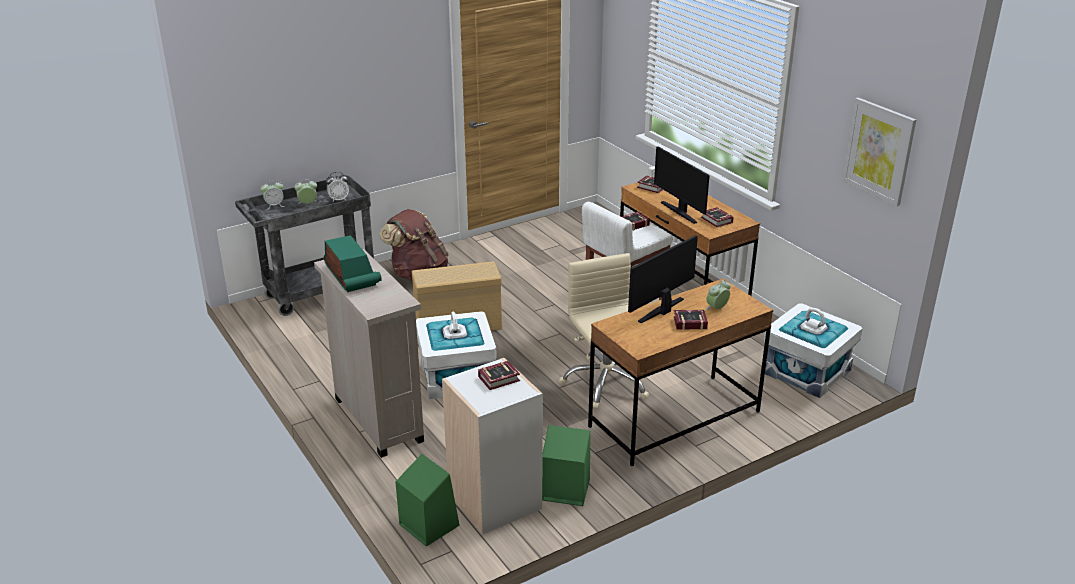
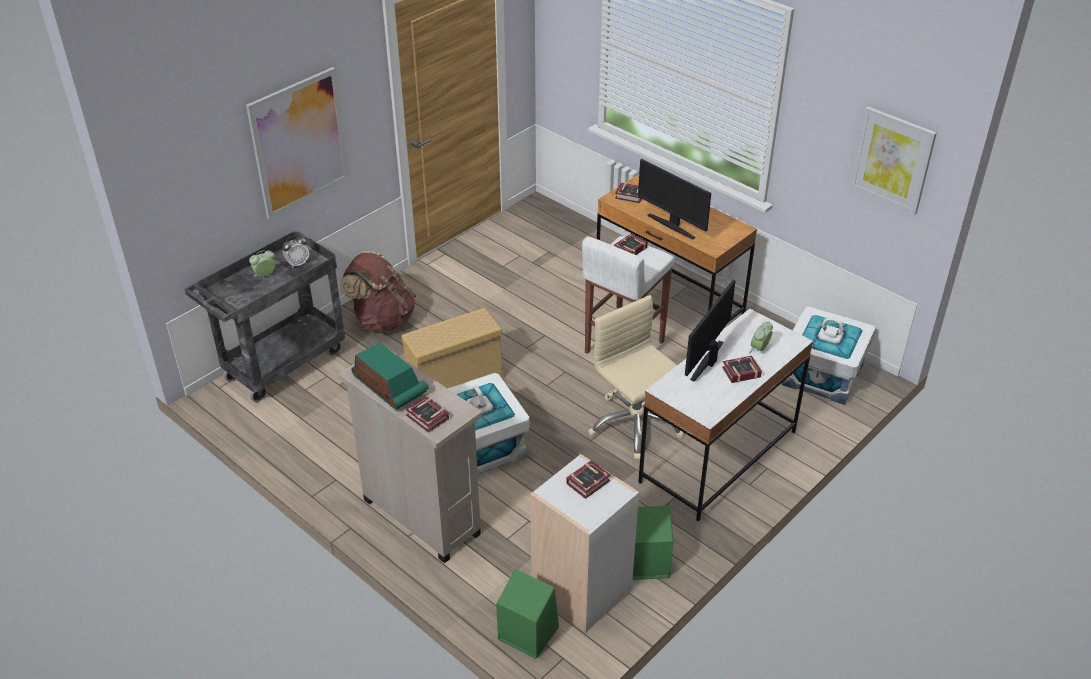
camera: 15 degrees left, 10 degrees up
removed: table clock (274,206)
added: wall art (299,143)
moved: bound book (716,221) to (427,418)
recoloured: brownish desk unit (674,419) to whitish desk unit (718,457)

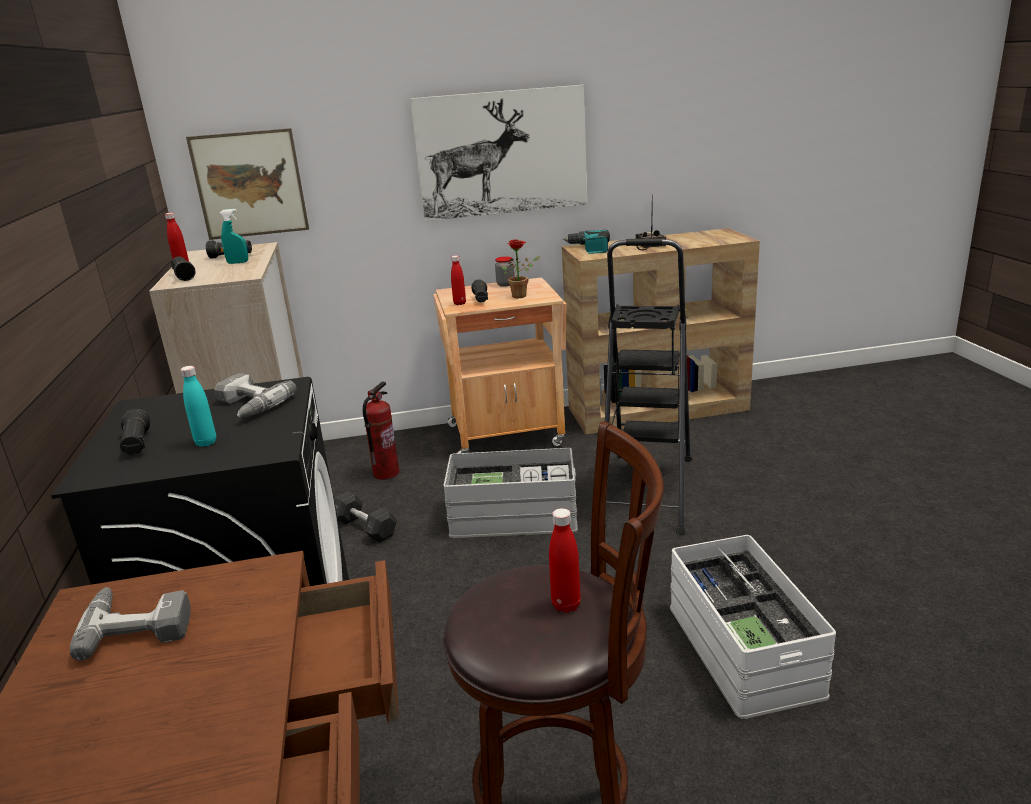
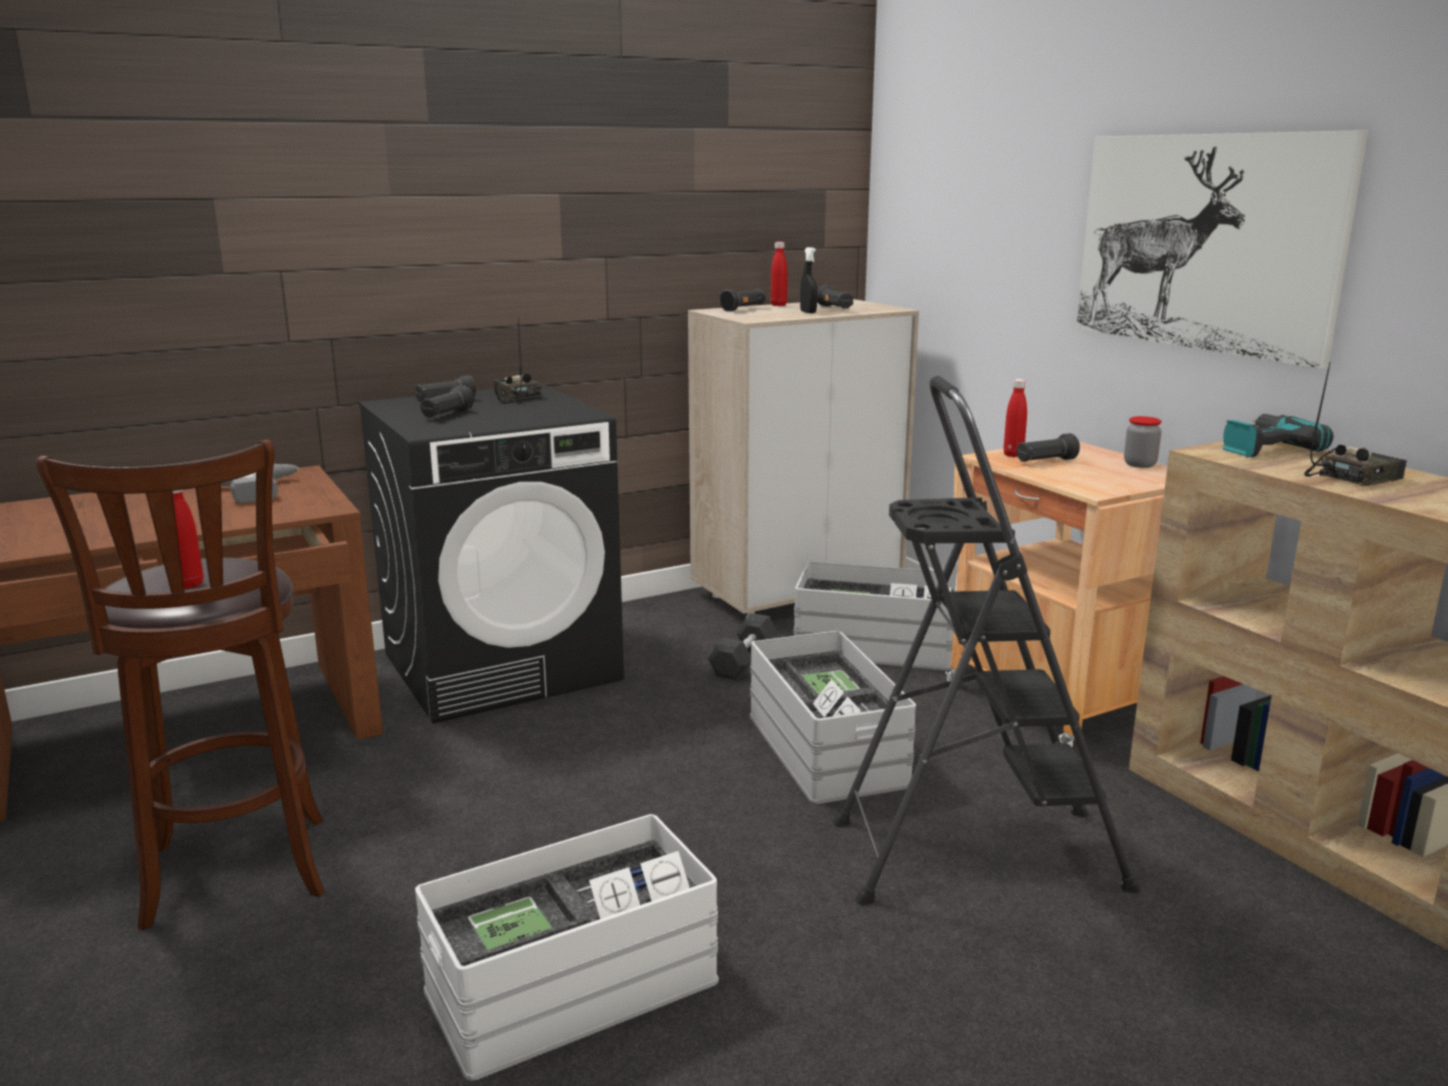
camera: 70 degrees right, 5 degrees down
removed: wall art (250,184); electric drill (247,406); plant in a pot (522,295)
added: radio (515,397)
replaced: blue-green drink bottle (206,443) to black torch (447,415); extinguisher (386,473) to grey storage box (876,645)
recoloured: blue-green spray bottle (238,262) to black spray bottle (808,312)

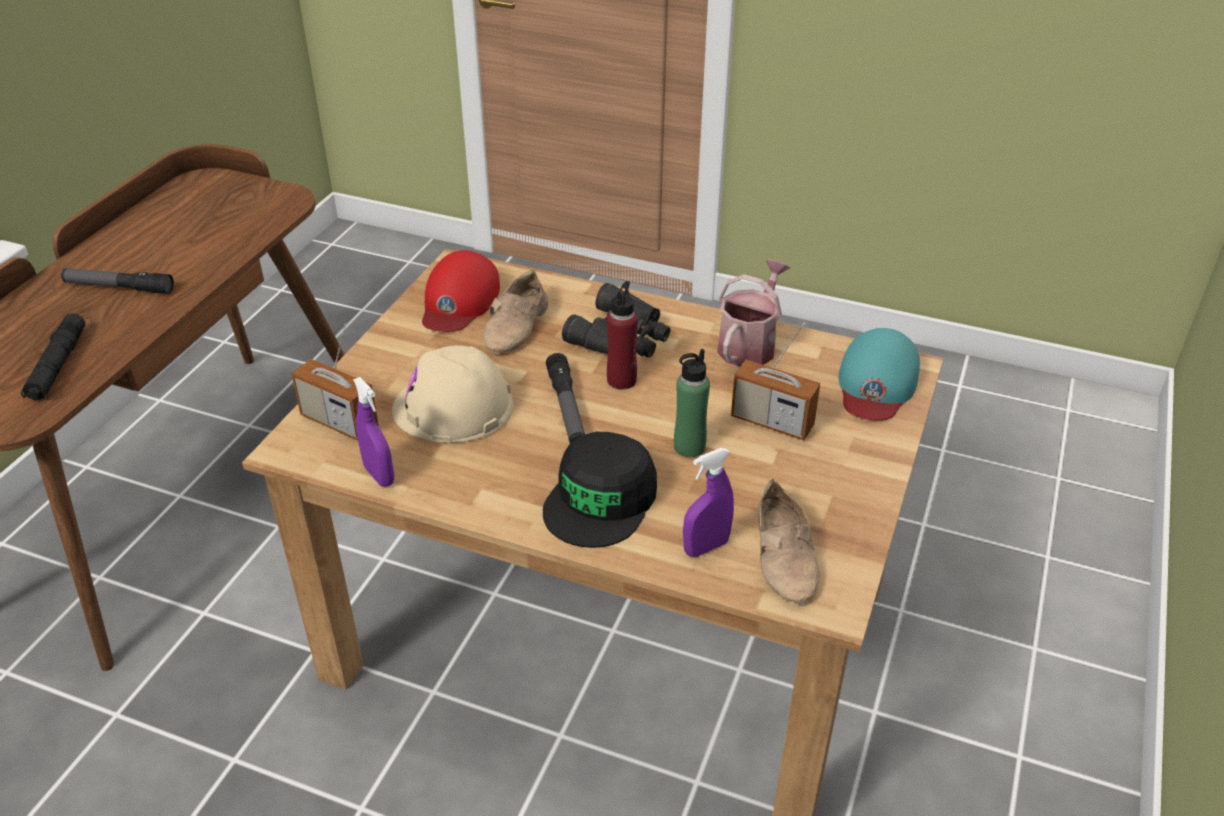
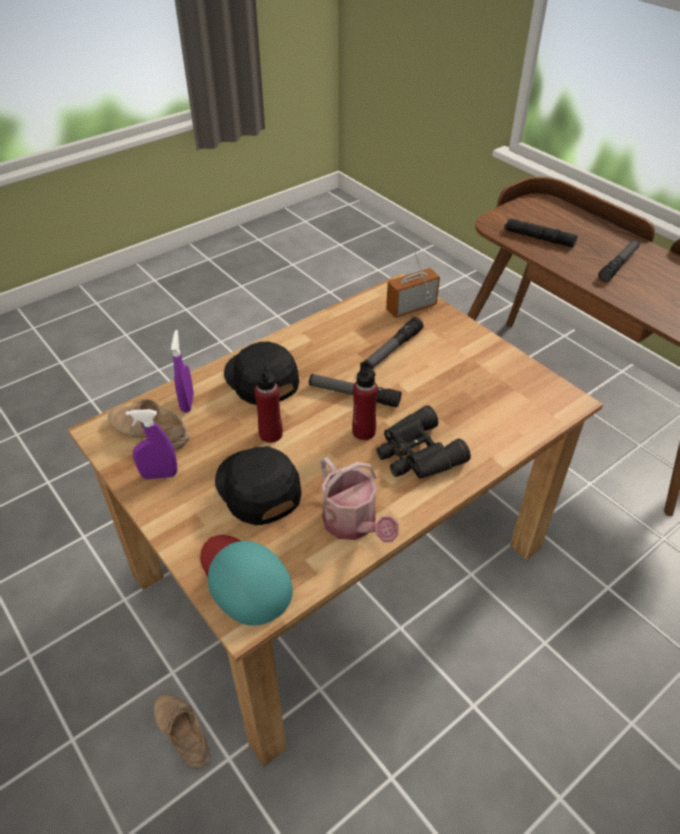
camera: 120 degrees right, 5 degrees up
removed: red-coloured cap (459,301)
moved: purplish spray bottle (379,475) to (159,475); sand-coloured shoe (518,326) to (181,733)
replaced: radio (772,422) to black cap (257,487); sand-coloured safety helmet (453,407) to torch (392,350)
recoloured: green drink bottle (689,447) to red-coloured drink bottle (271,434)

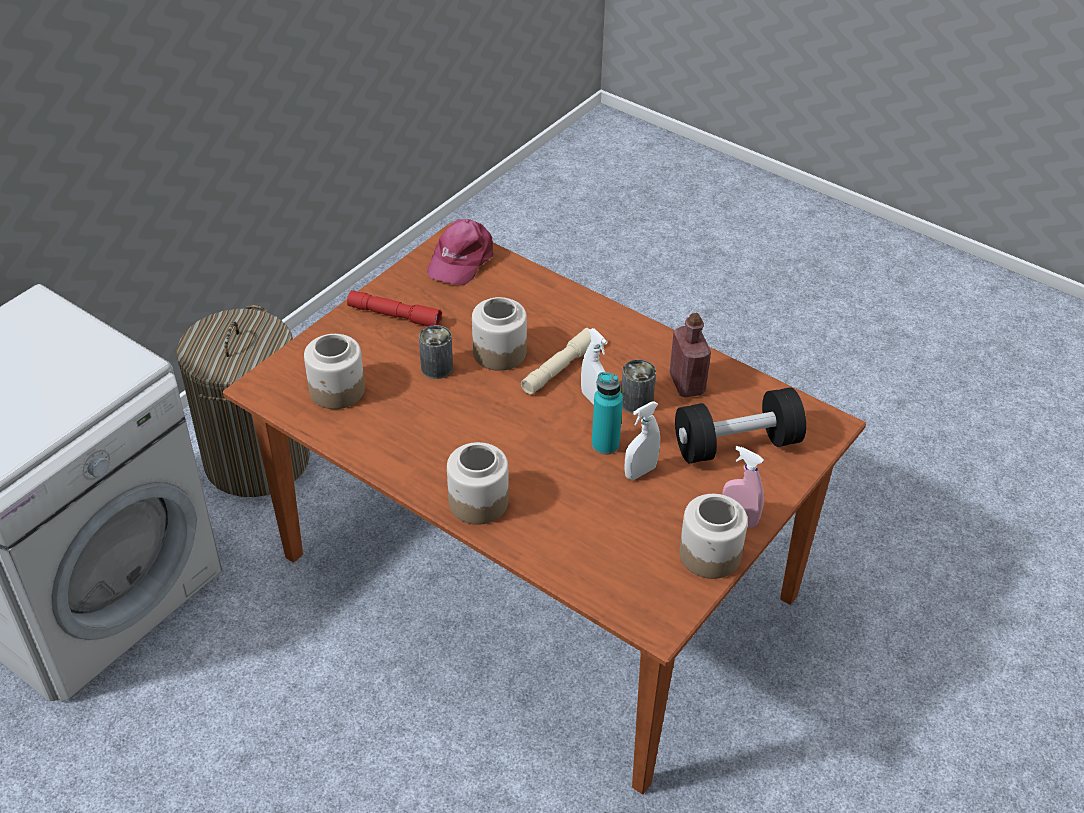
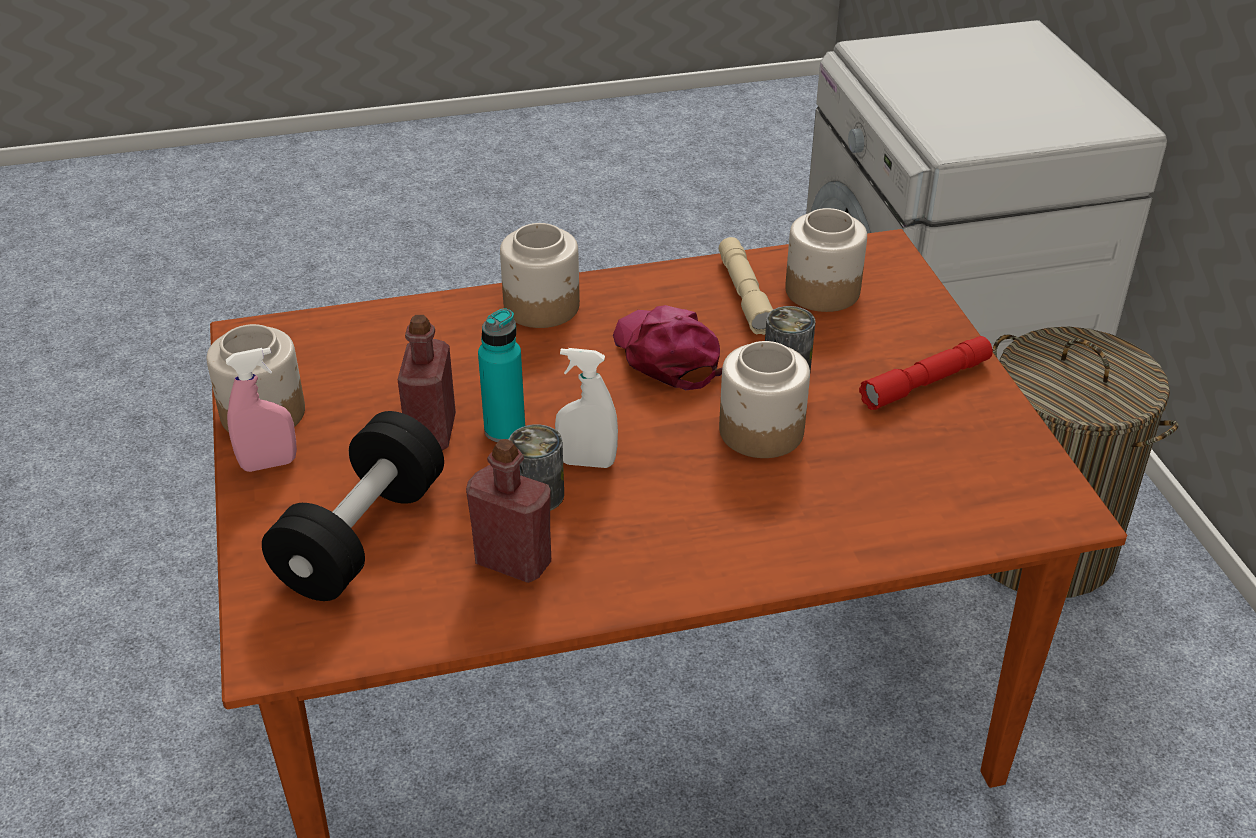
camera: 130 degrees right, 5 degrees down
moved: pink-coloured cap (460,259) to (667,355); sand-coloured torch (559,368) to (745,295)
replaced: whitish spray bottle (640,472) to red-coloured drink bottle (431,432)

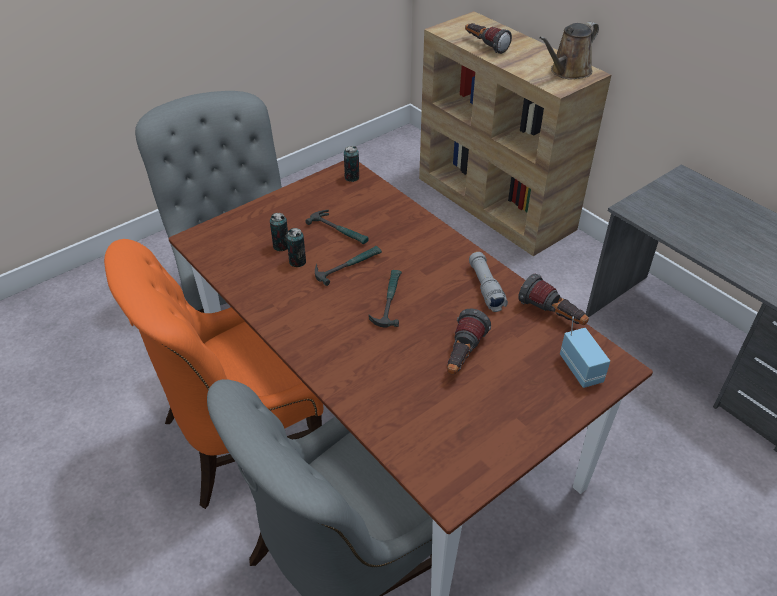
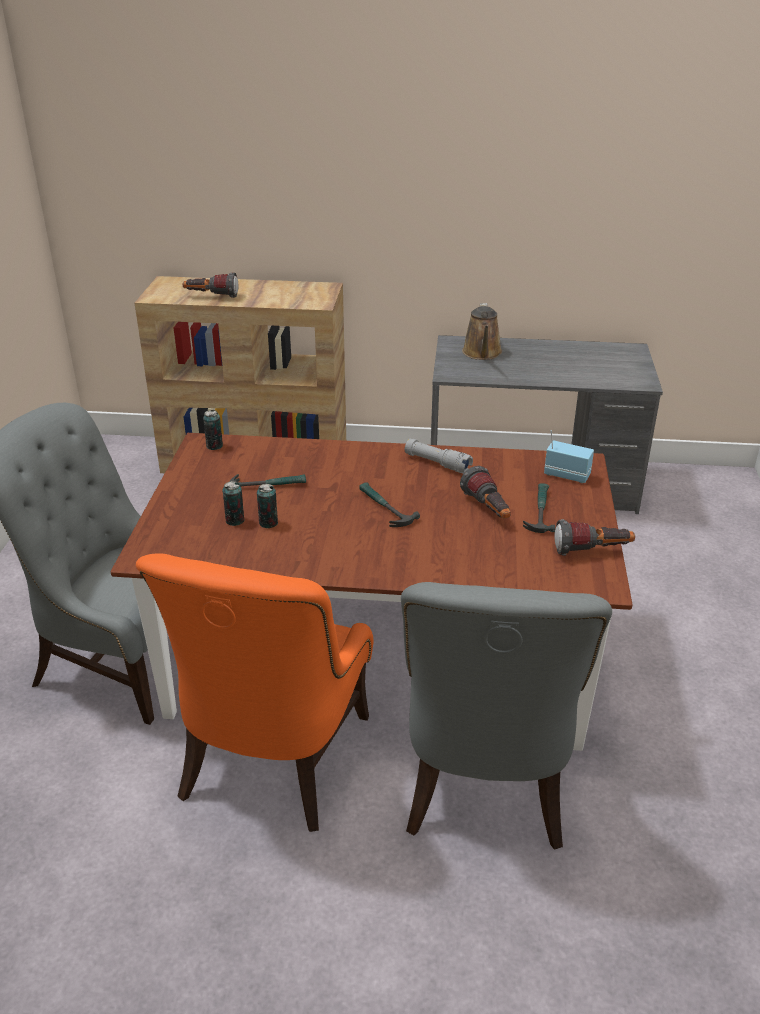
camera: 45 degrees left, 10 degrees down
moved: brownish watering can (568,72) to (482,353); hand hammer (348,266) to (539,511); torch (552,315) to (592,551)

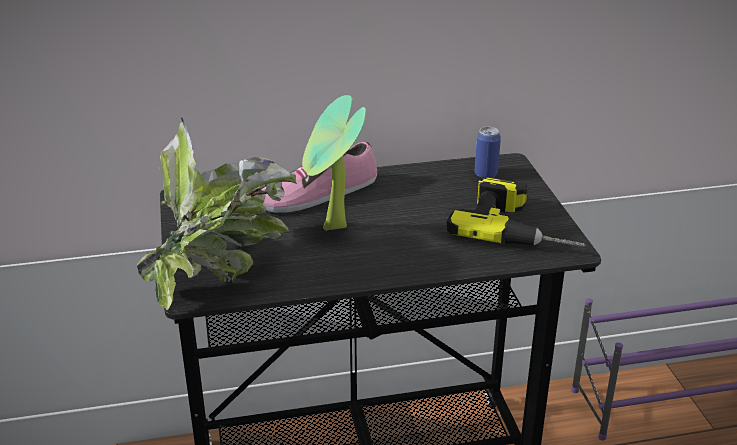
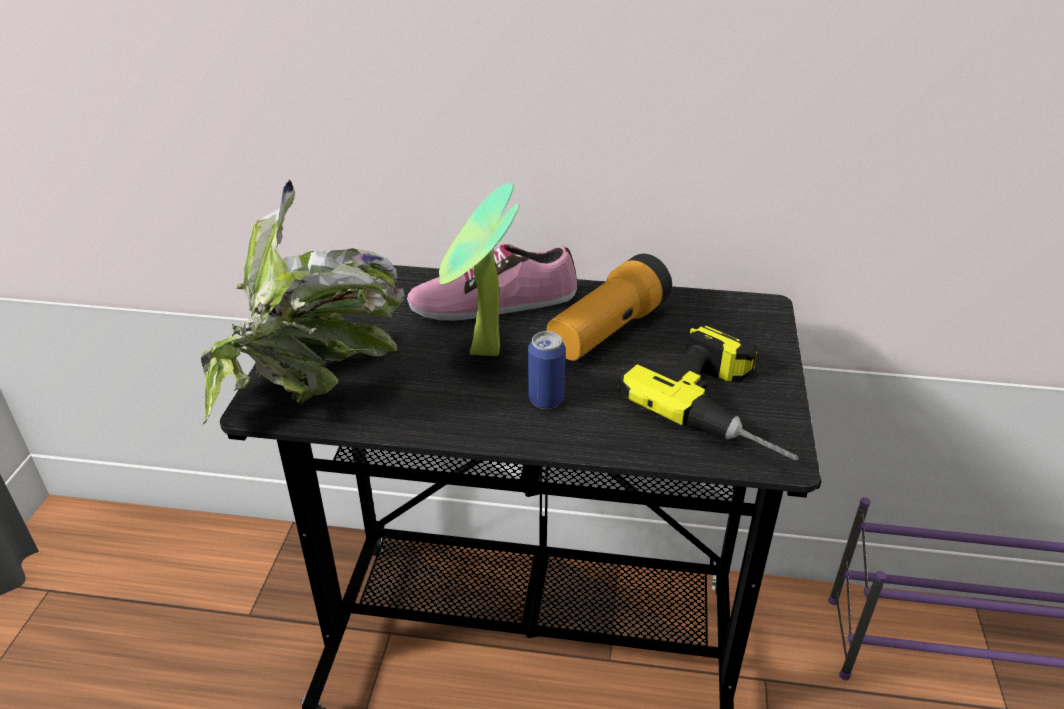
camera: 20 degrees right, 5 degrees up
added: torch (607,330)
moved: can (485,174) to (546,400)

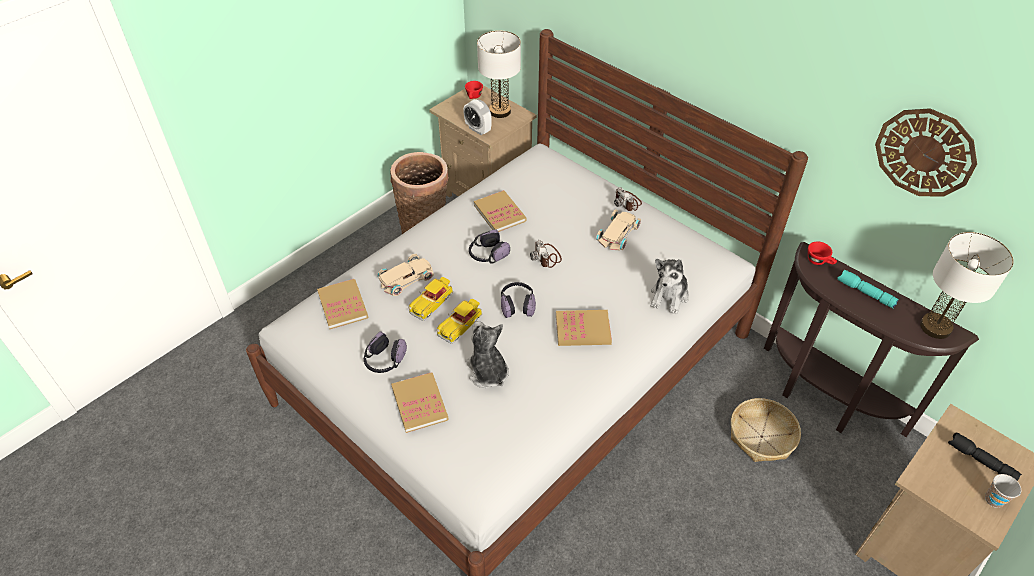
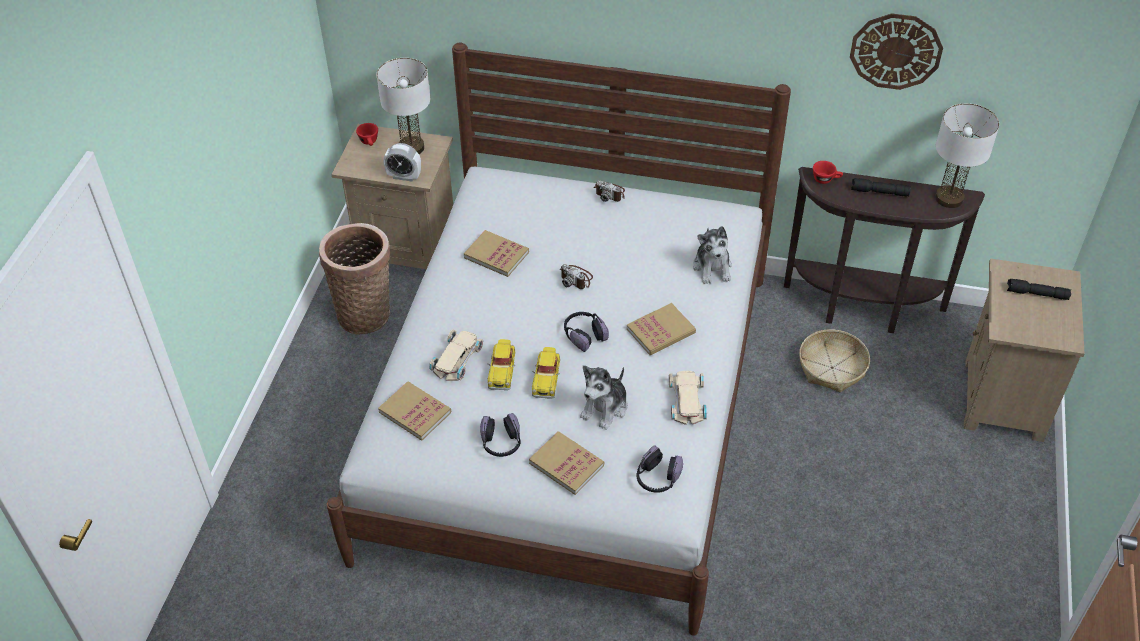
camera: 30 degrees left, 0 degrees up
removed: cup (993,500)
moved: pair of headphones (487,254) to (657,478); sand-coloured toy car (619,233) to (687,399)
recoloured: blue-green torch (864,293) to black torch (879,192)
turned: cuddly toy (487,372) = (605,408) 90 degrees counterclockwise

